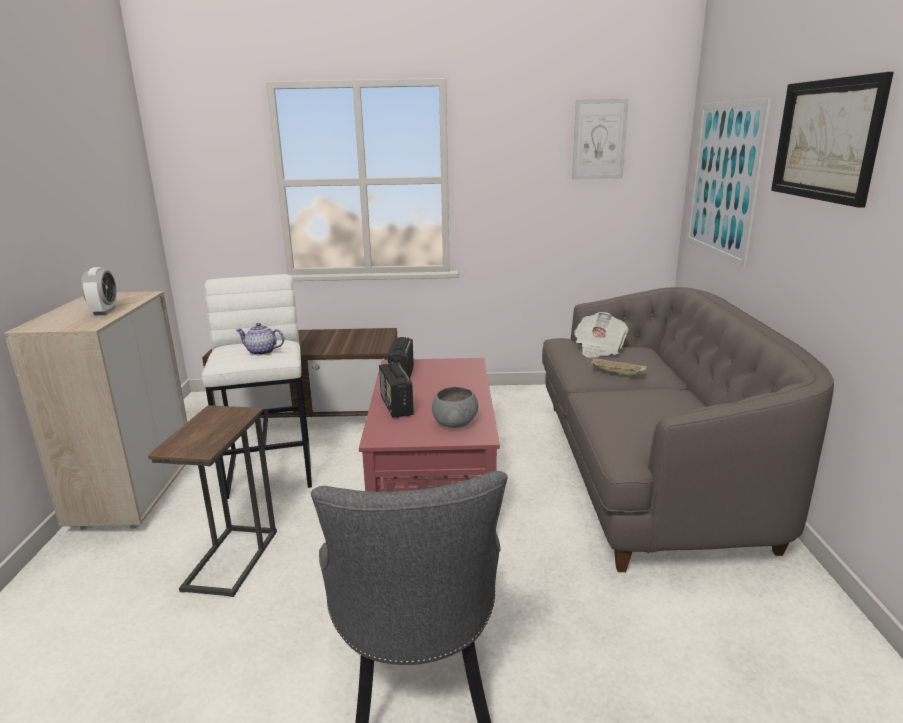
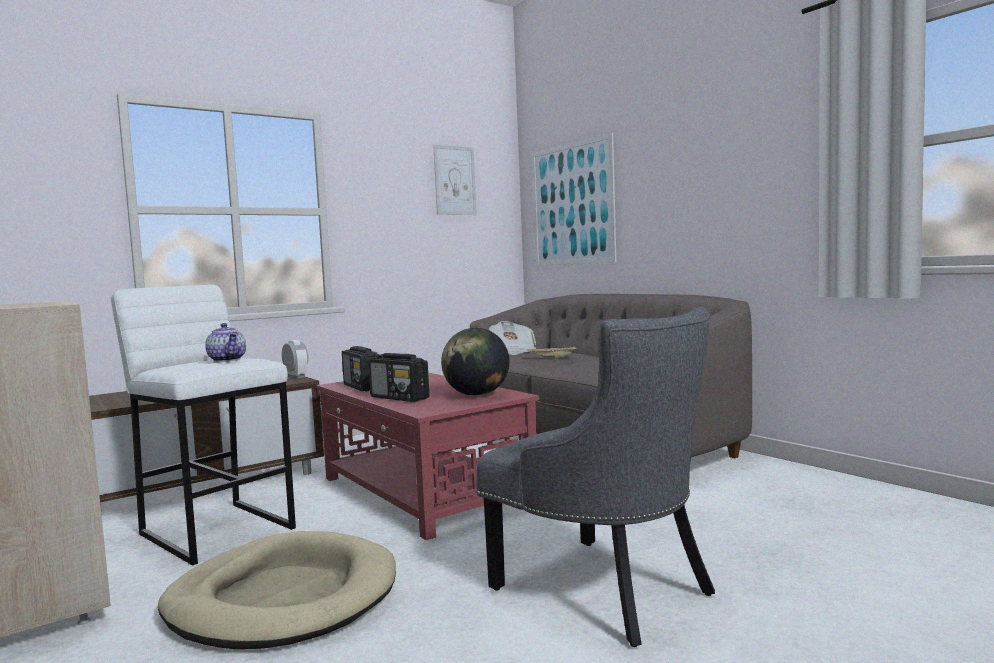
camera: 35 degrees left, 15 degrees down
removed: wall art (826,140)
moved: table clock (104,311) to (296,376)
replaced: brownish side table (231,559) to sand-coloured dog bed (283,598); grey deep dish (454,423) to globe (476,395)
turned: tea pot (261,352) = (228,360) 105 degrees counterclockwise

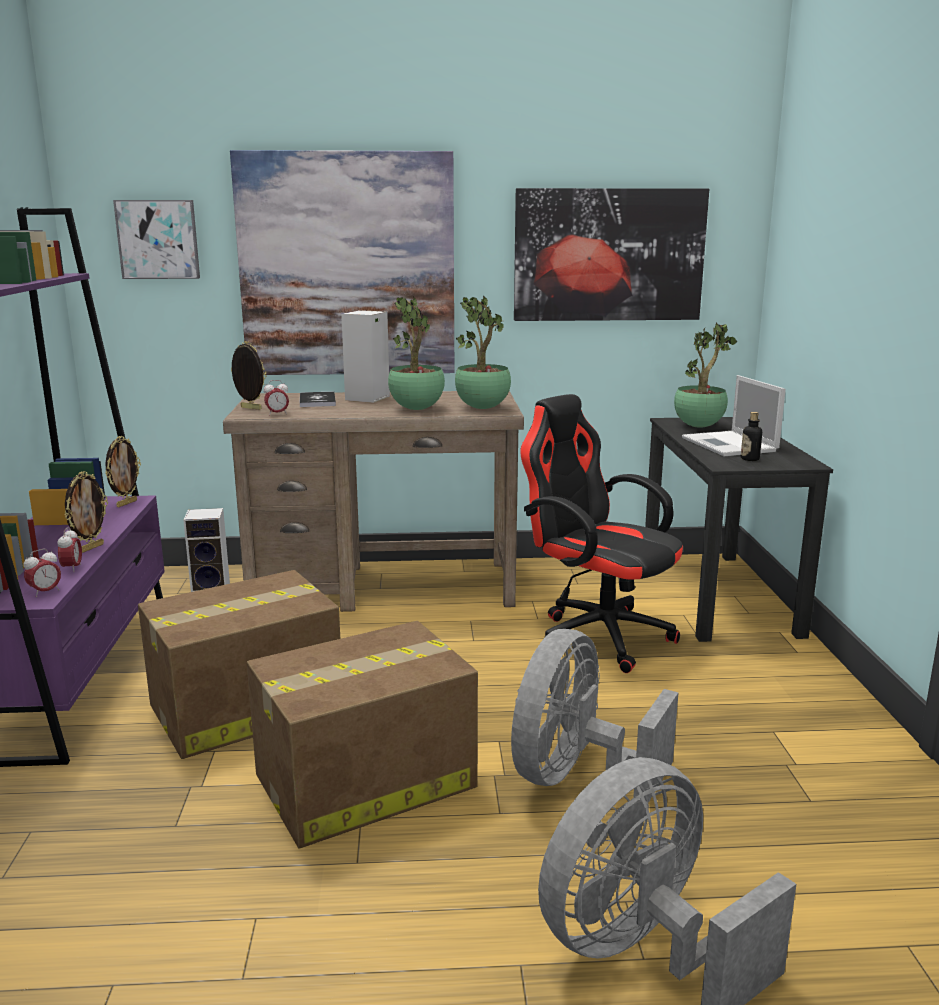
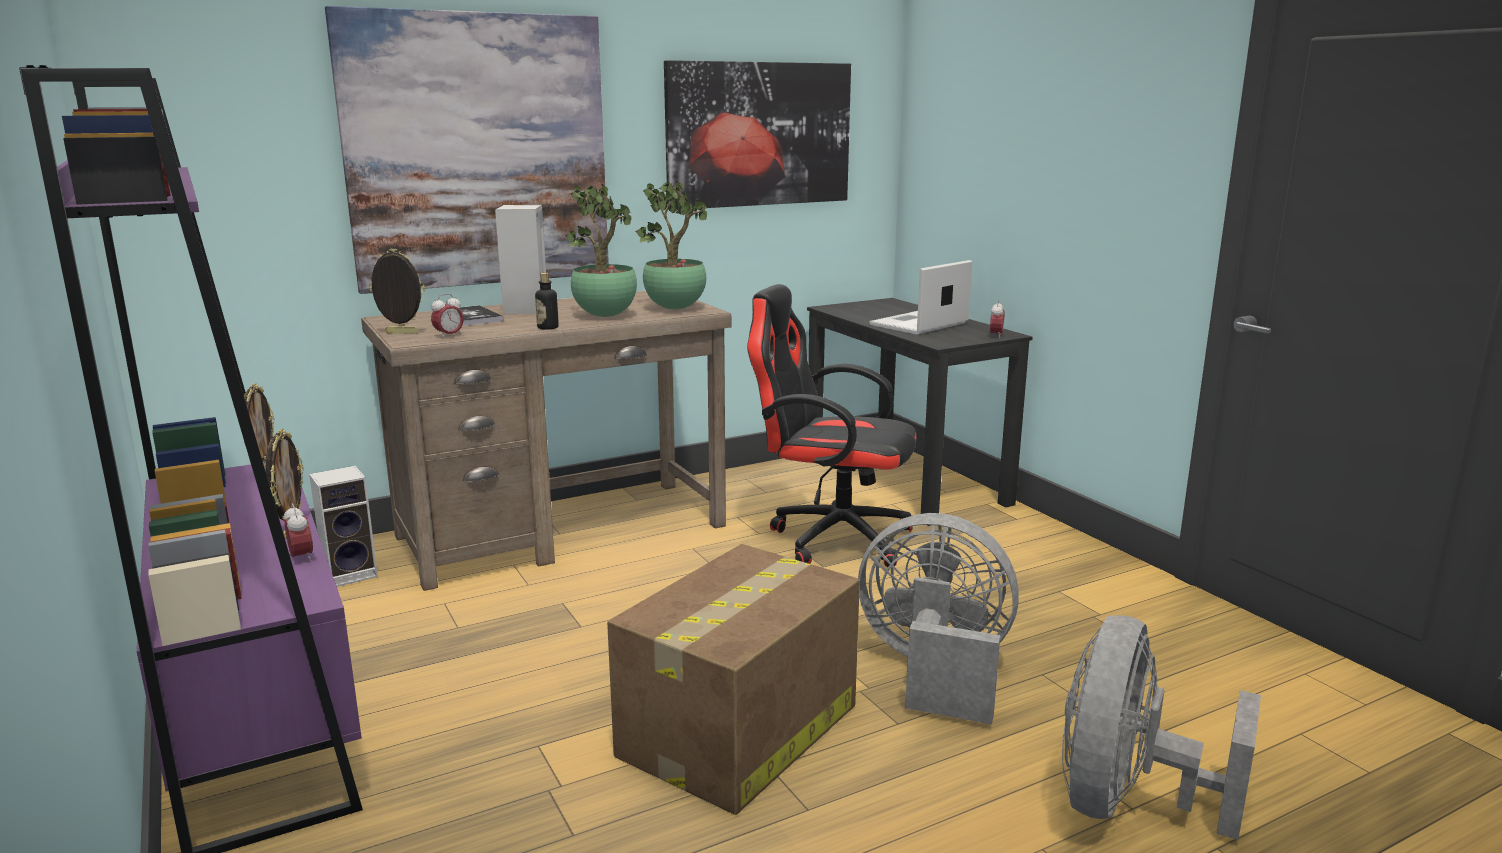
camera: 25 degrees left, 0 degrees up
removed: wall art (158,239); packing box (244,708); plant in a pot (699,426)
moved: drink bottle (749,459) to (548,327); table clock (45,592) to (995,336)
turned: grey fan (576,776) = (934,671) 105 degrees clockwise; laptop (730,445) = (918,324) 90 degrees clockwise

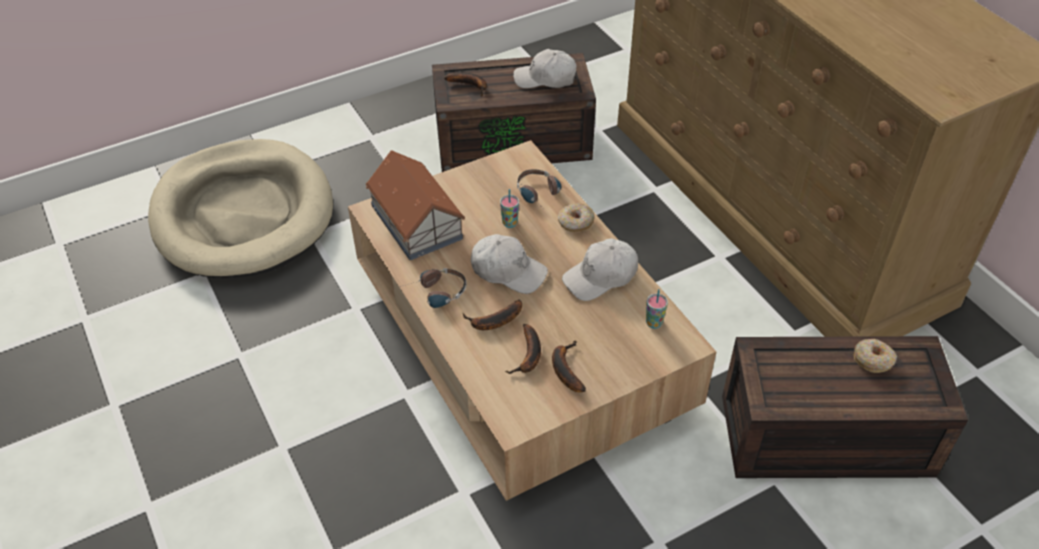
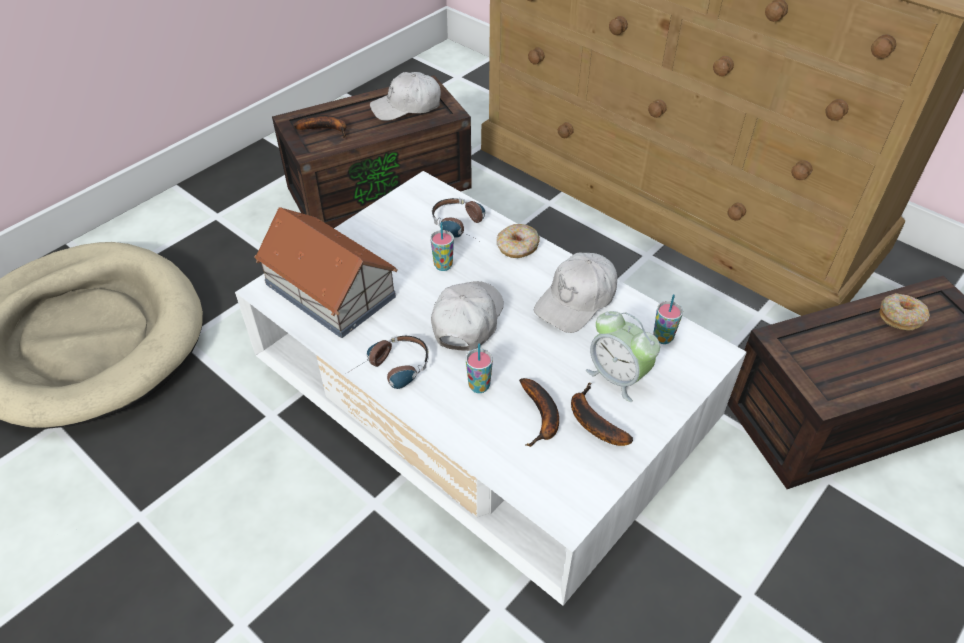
camera: 20 degrees left, 0 degrees up
added: table clock (617,377)
replaced: banana (493,322) to cup (479,386)
recoloured: brownish low table (520,340) to whitish low table (482,400)
turned: whitish cap (508,271) = (467,320) 75 degrees counterclockwise

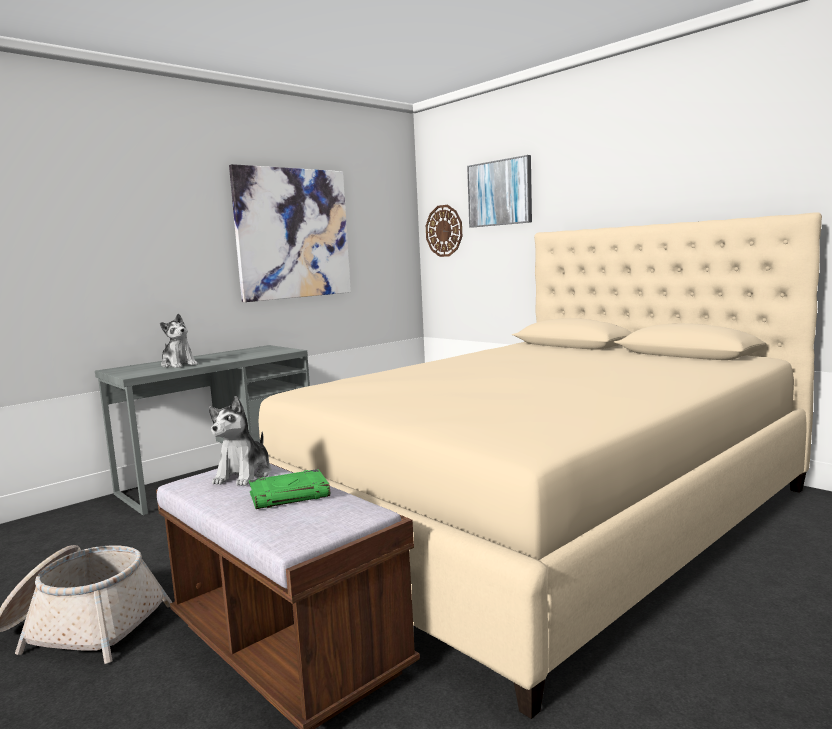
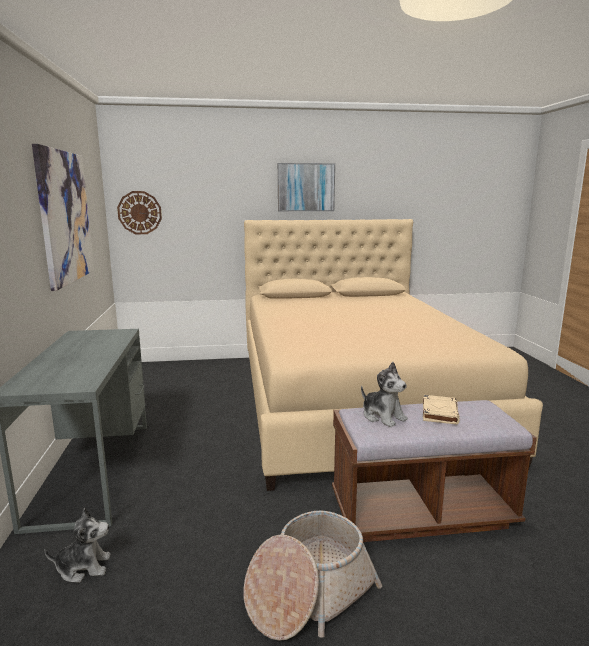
camera: 55 degrees left, 5 degrees up
moved: cuddly toy (179,365) to (83,567); wall art (500,193) to (306,187)
recoloured: green bound book (290,495) to sand-coloured bound book (439,412)

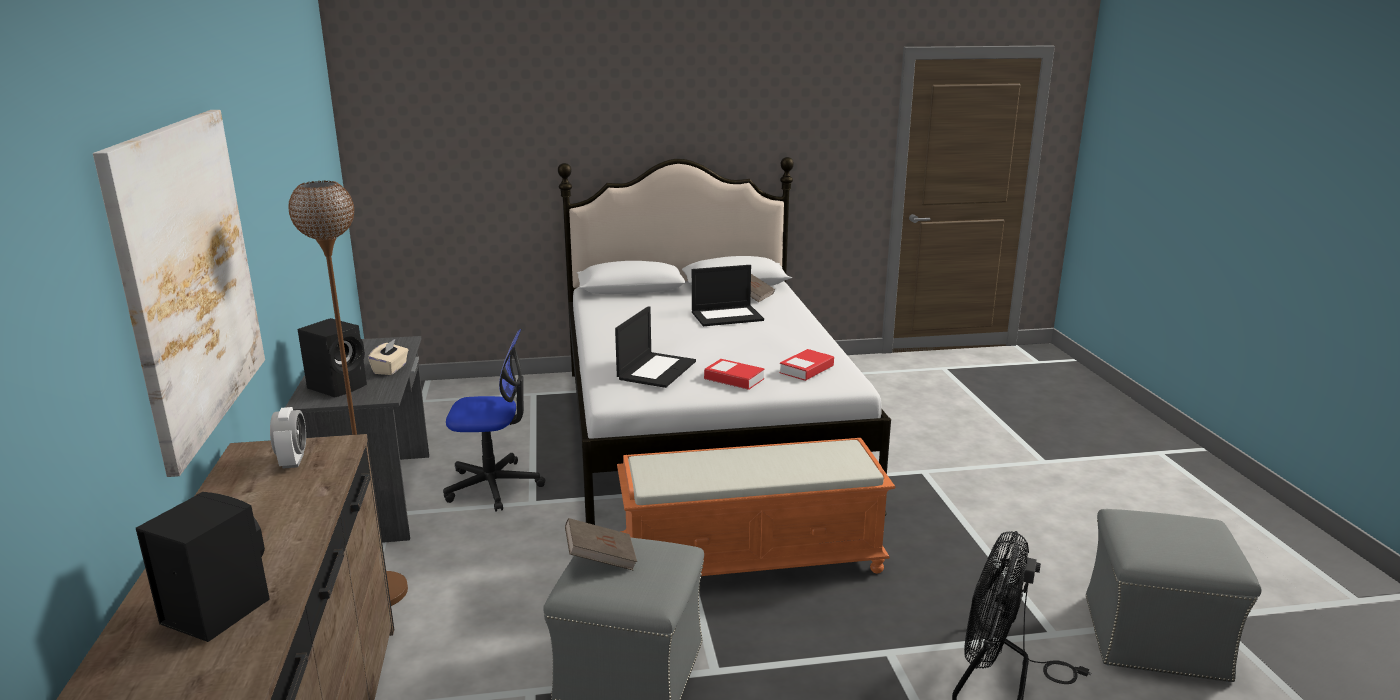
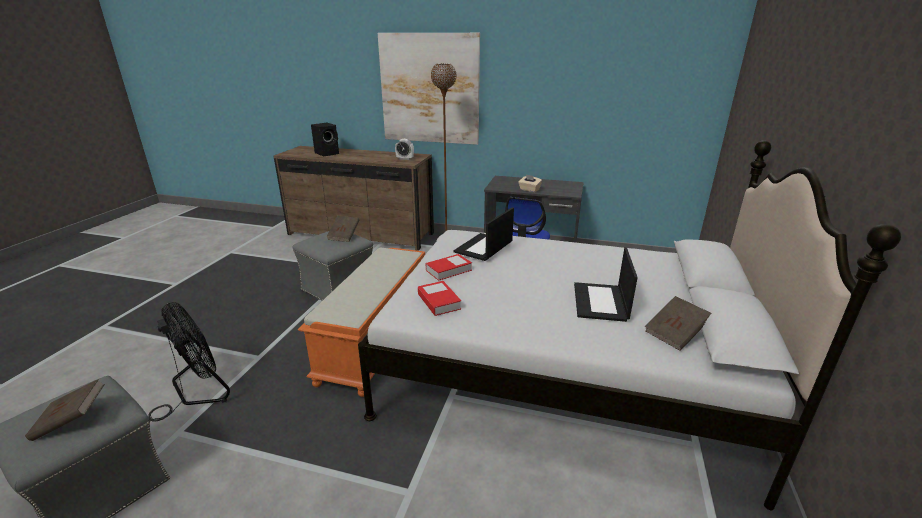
camera: 115 degrees right, 5 degrees up
removed: black loudspeaker (339,386)
added: brownish bound book (72,420)
turned: laptop (656,370) = (483,247) 75 degrees clockwise

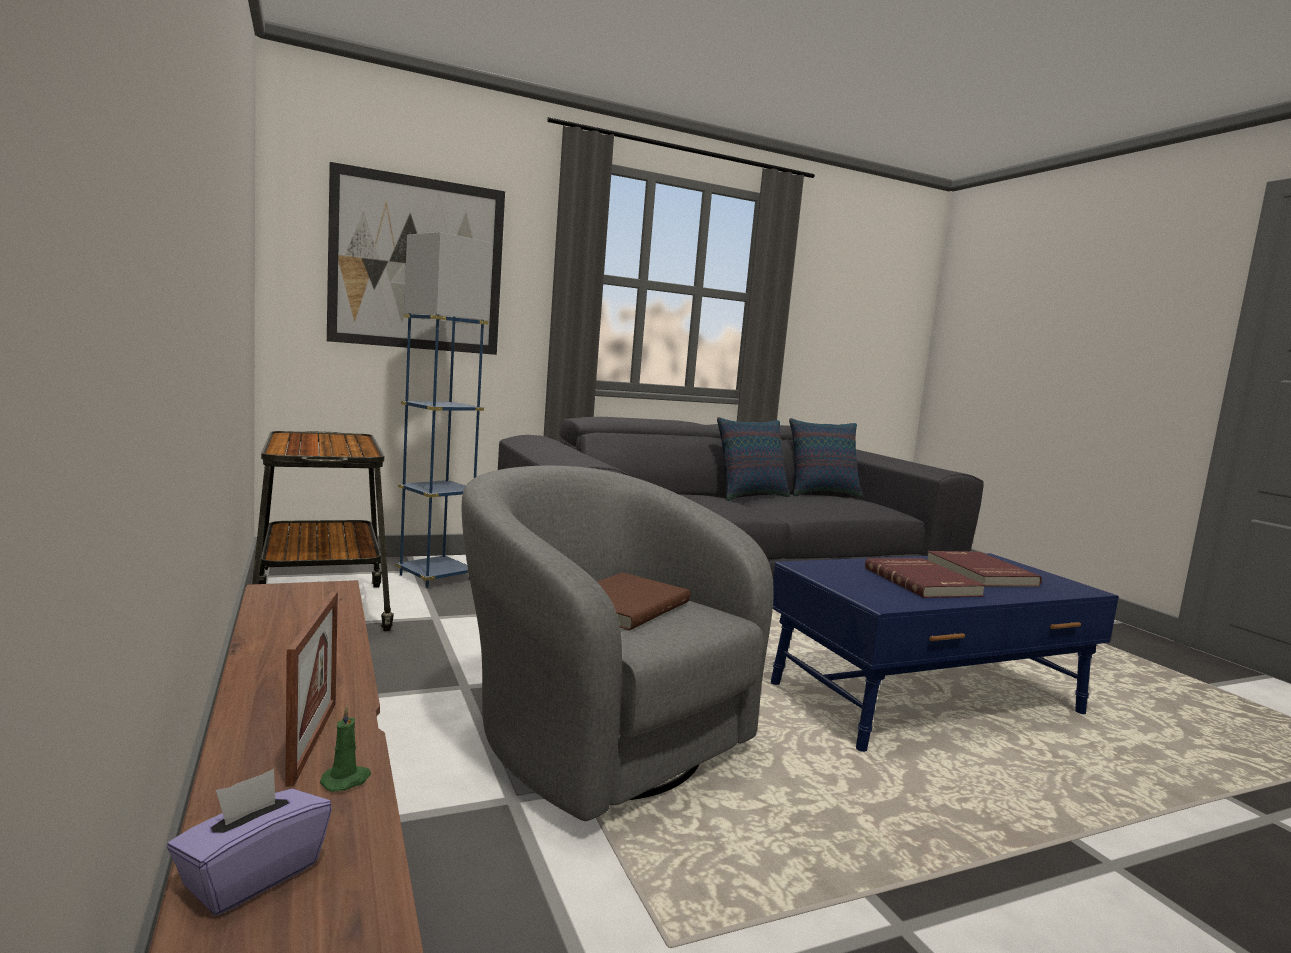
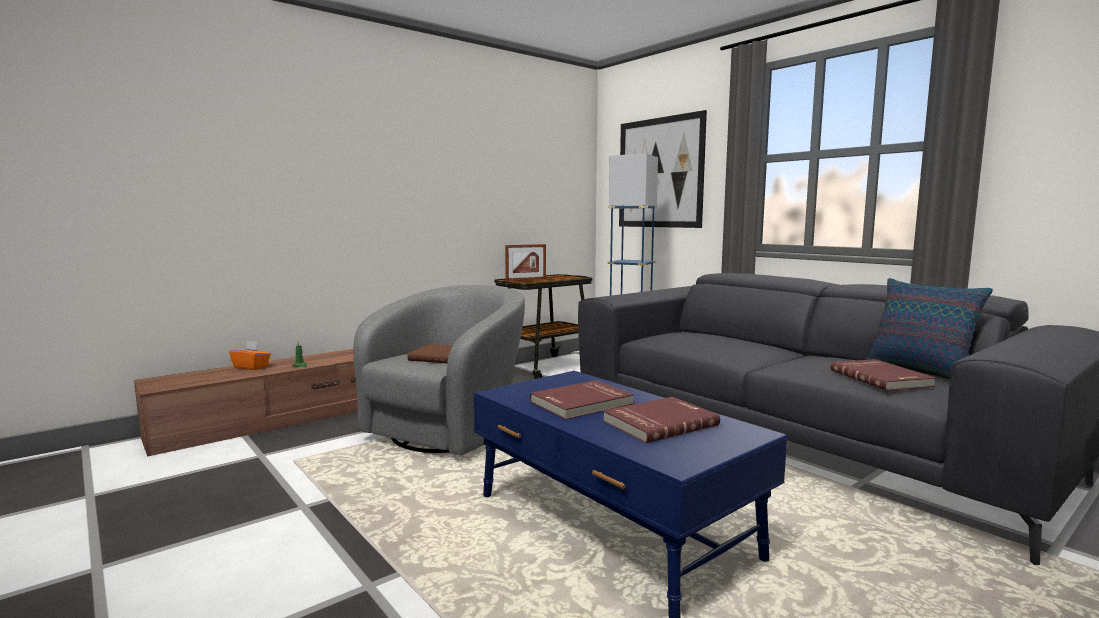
camera: 75 degrees right, 0 degrees up
removed: bluish cushion (750,497)
added: red-coloured bound book (881,378)
moved: picture frame (313,741) to (526,280)
recoloured: purplish tissue holder (251,875) to orangey tissue holder (251,367)

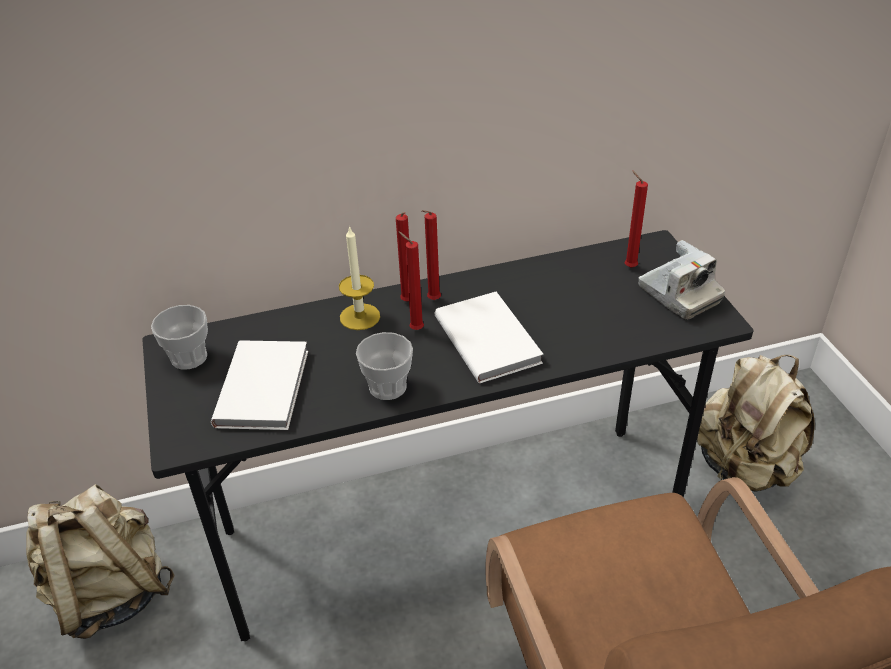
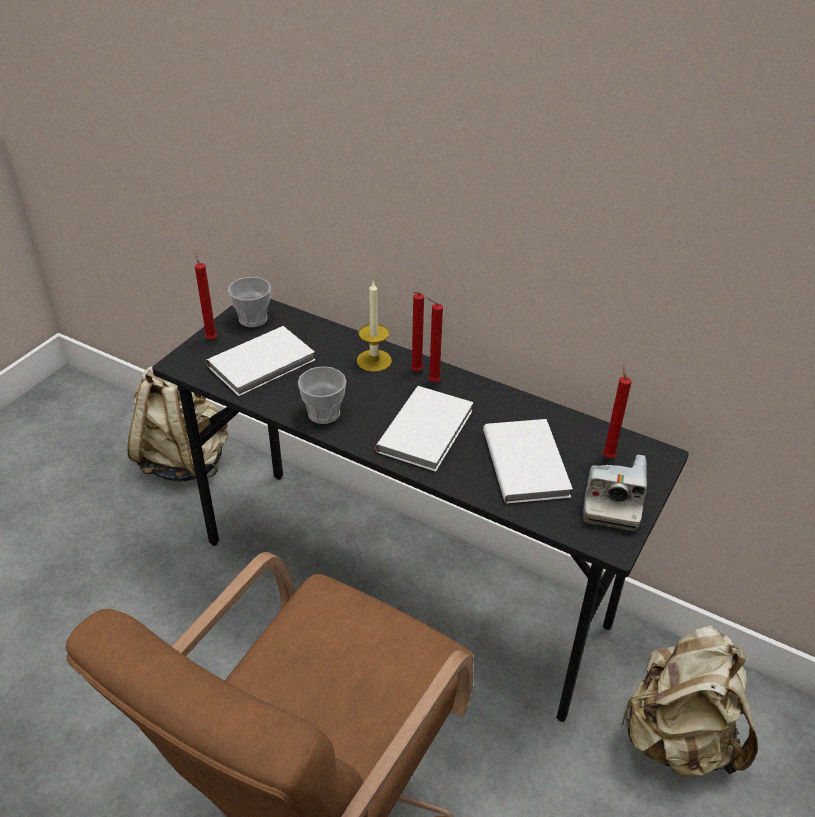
camera: 45 degrees right, 0 degrees up
added: whitish bound book (527,462)
moved: red-coloured wax light (414,329) to (211,338)

